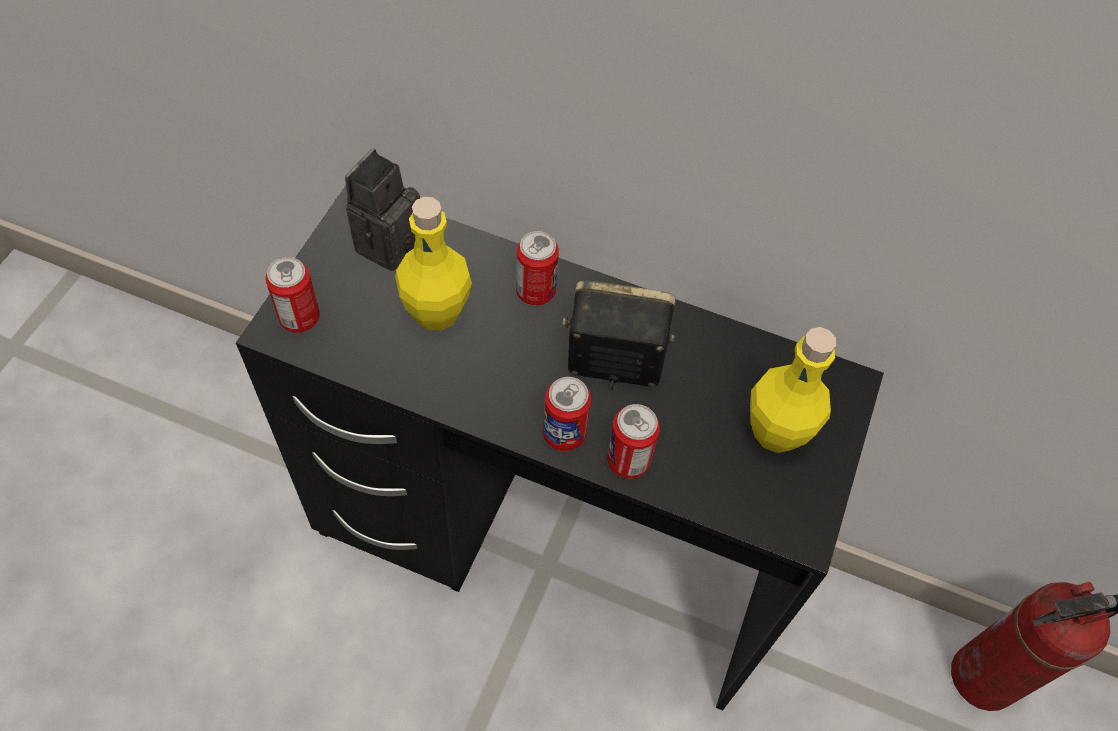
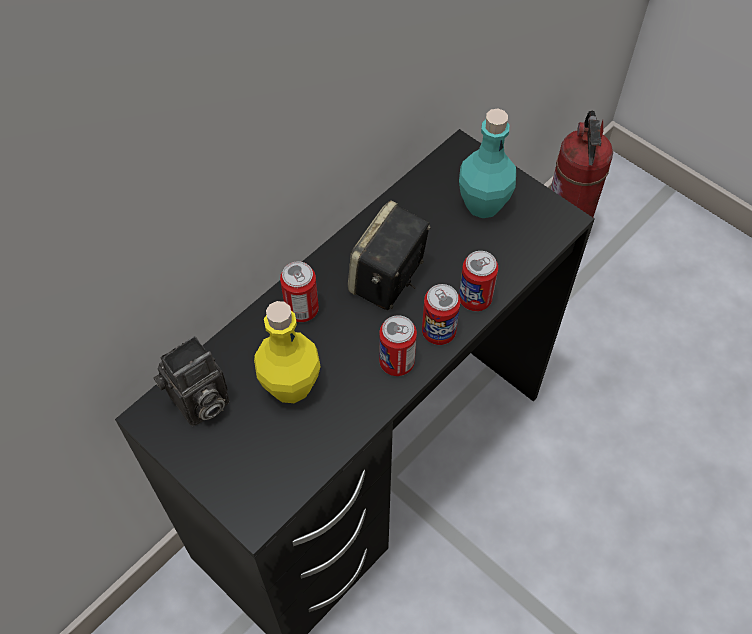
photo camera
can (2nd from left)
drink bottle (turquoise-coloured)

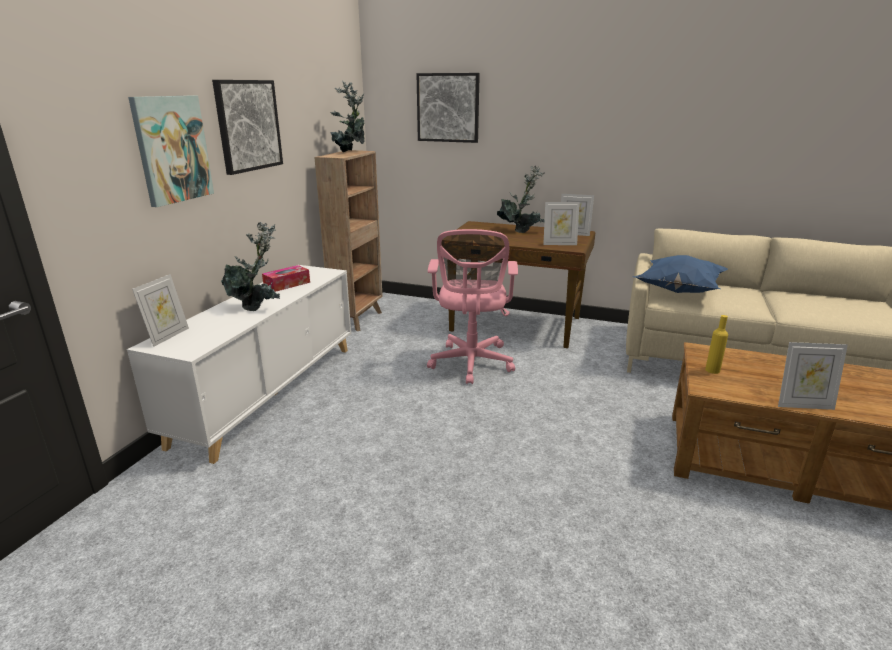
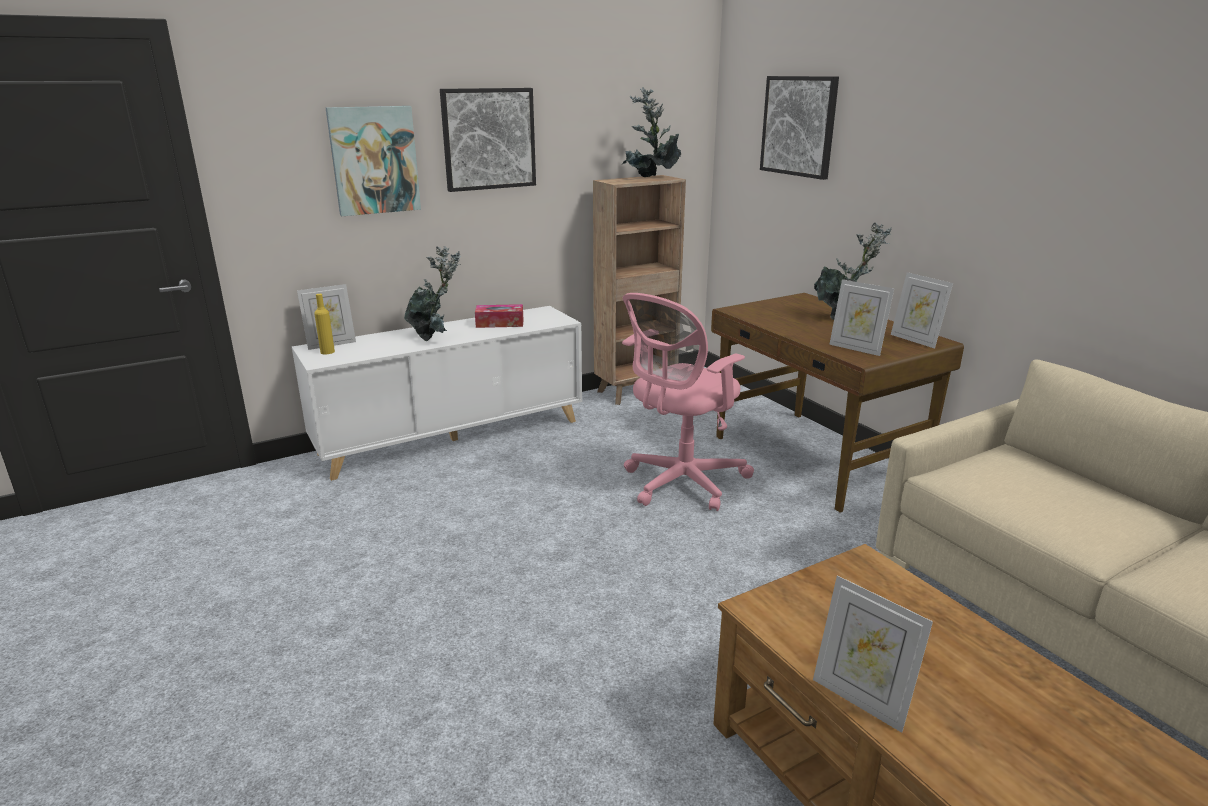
pillow (bluish)
drink bottle (yellowish)

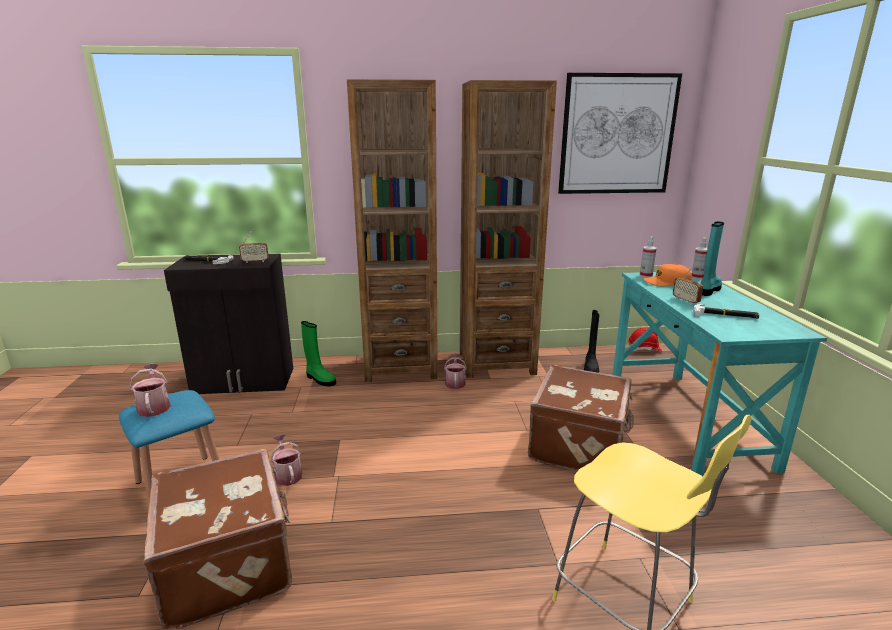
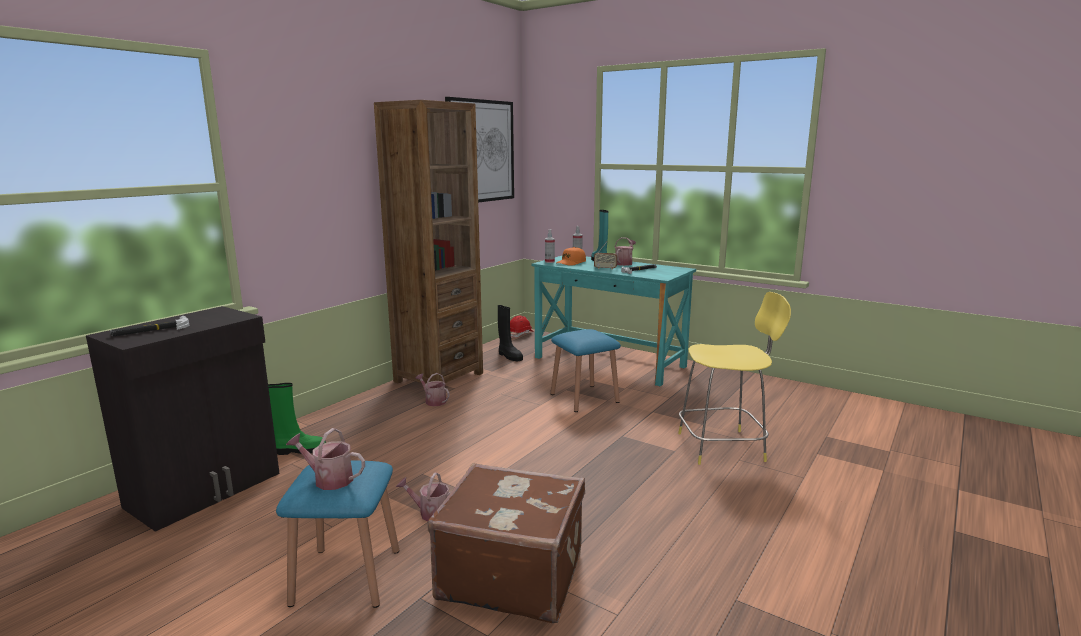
shelving unit (brown) (1st from left in the first image)
radio receiver (1st from left in the first image)
sitting stool (bluish) (2nd from left)
sprinkling can (4th from left)

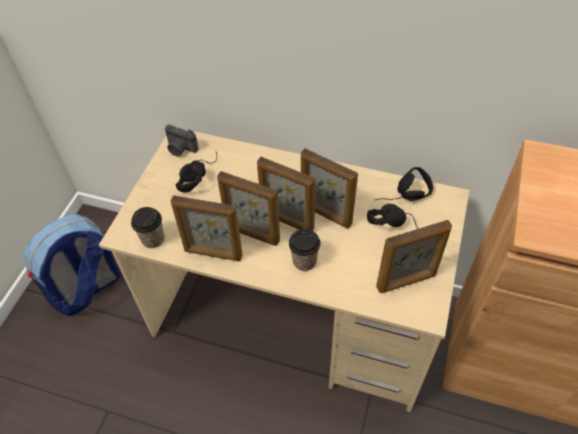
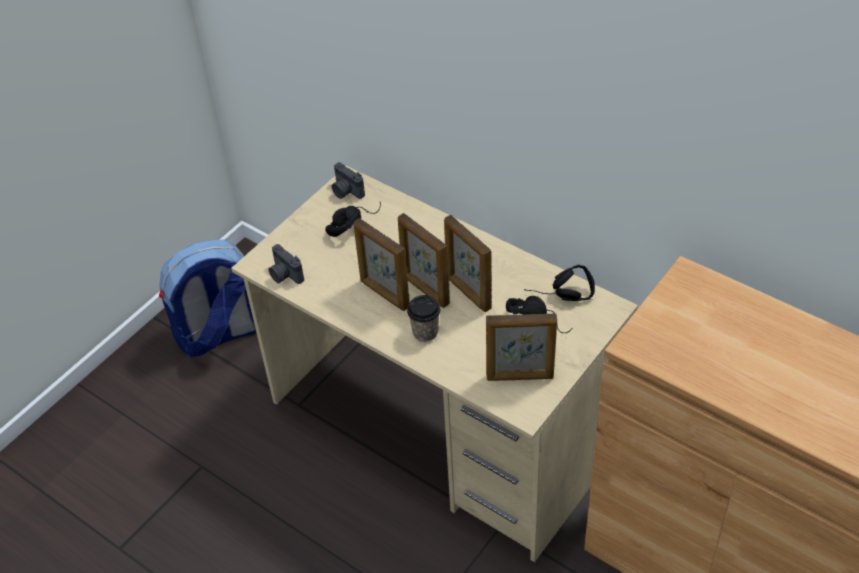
picture frame (1st from left in the first image)
photo camera (1st from left)

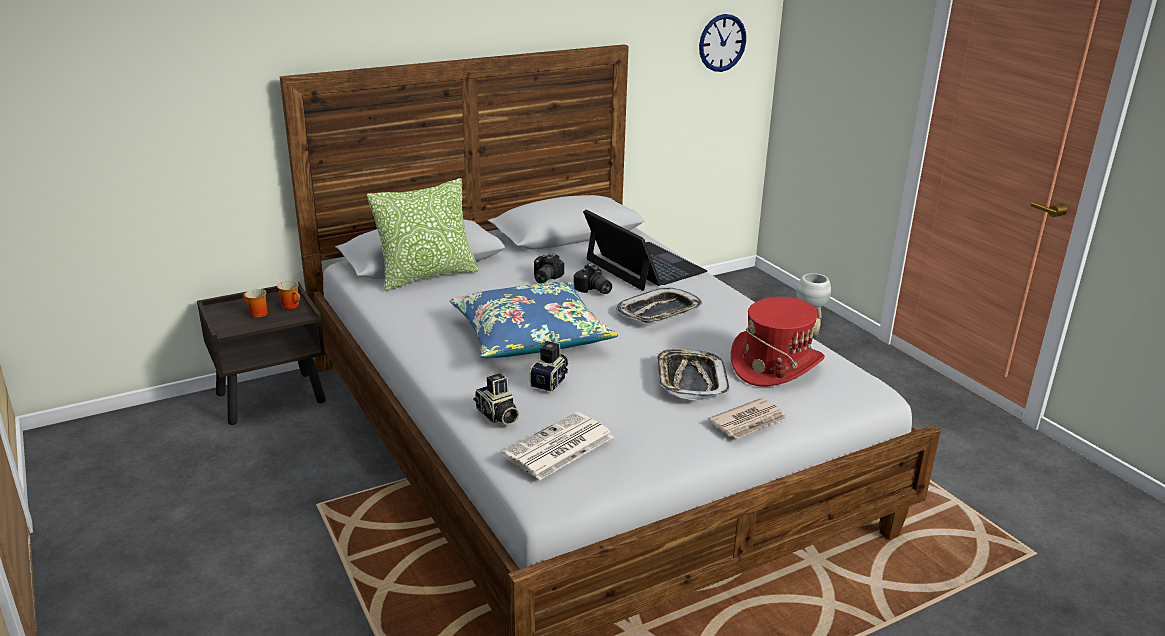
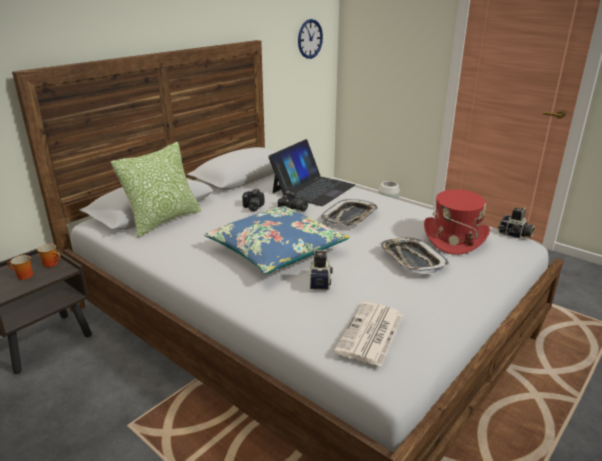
laptop
photo camera (4th from left)
printed paper (2nd from left in the first image)

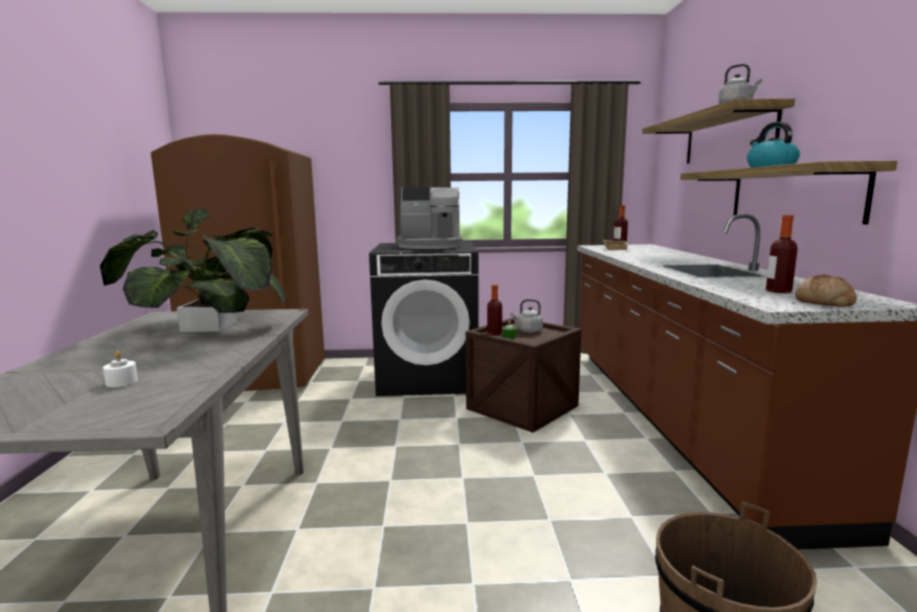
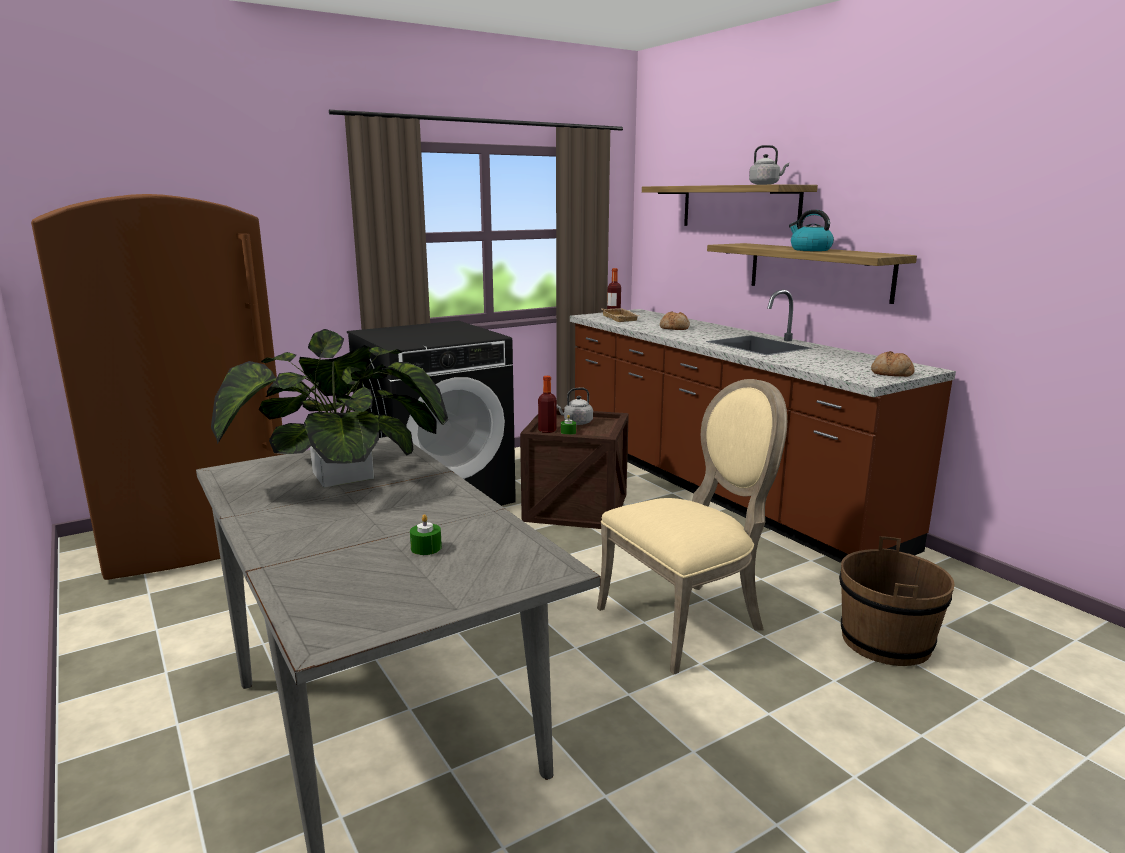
coffee maker
drink bottle (3rd from left in the first image)
candle (green) (1st from left)
bakery bread (1st from left)
plain chair (beige)

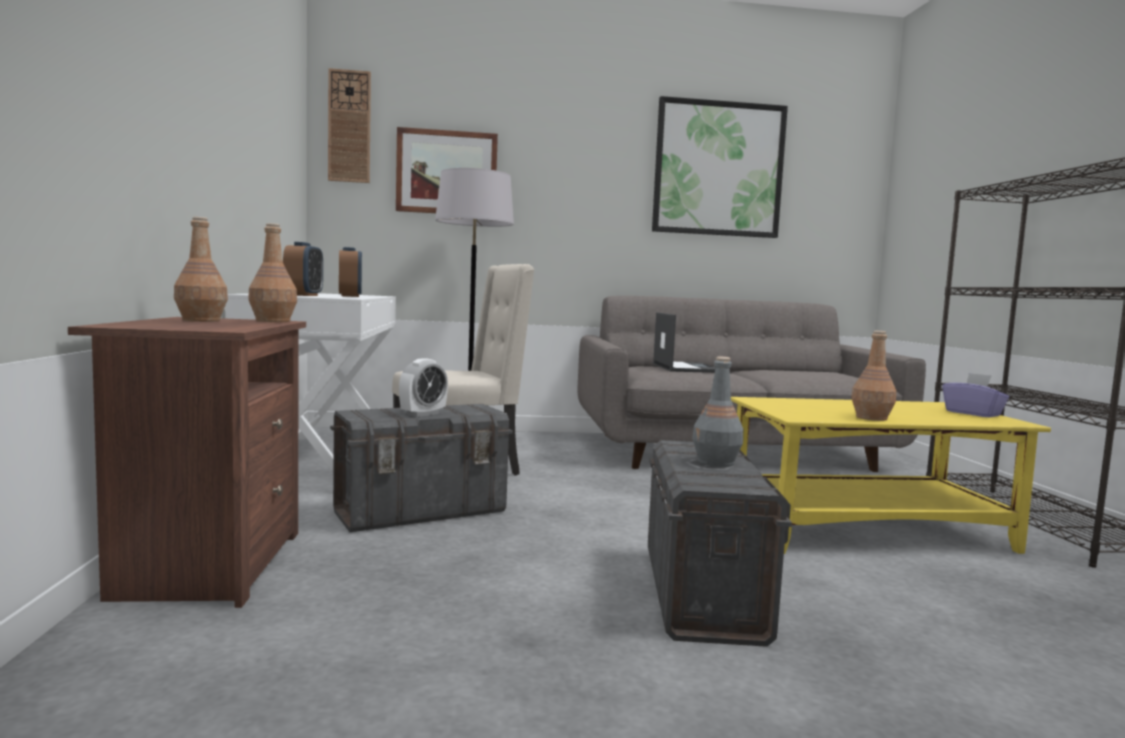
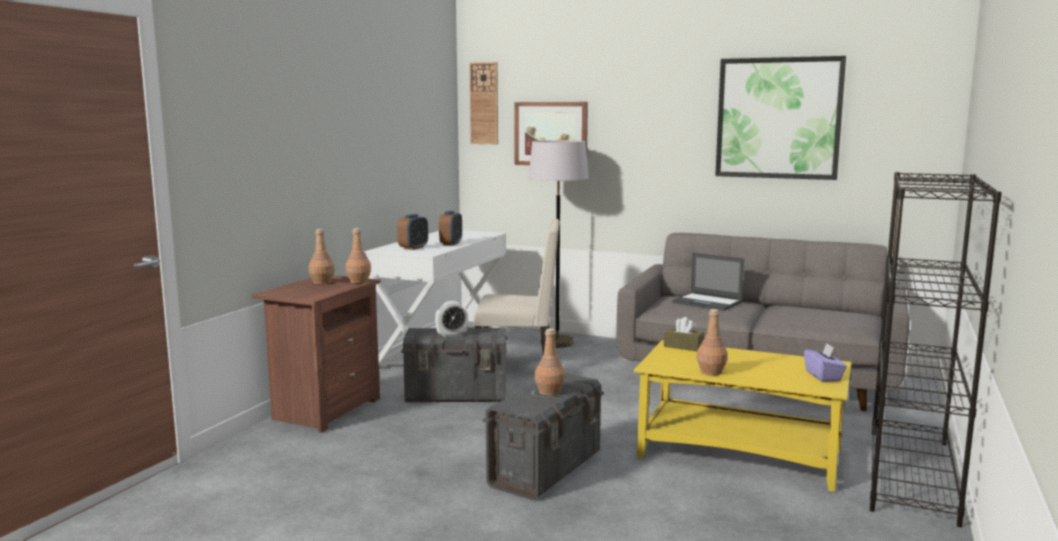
laptop
drink bottle (brown) (3rd from left)
tissue box (brown)

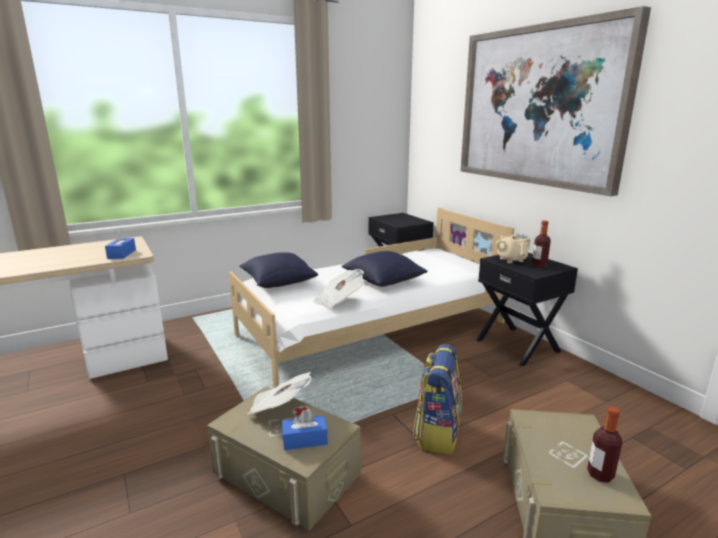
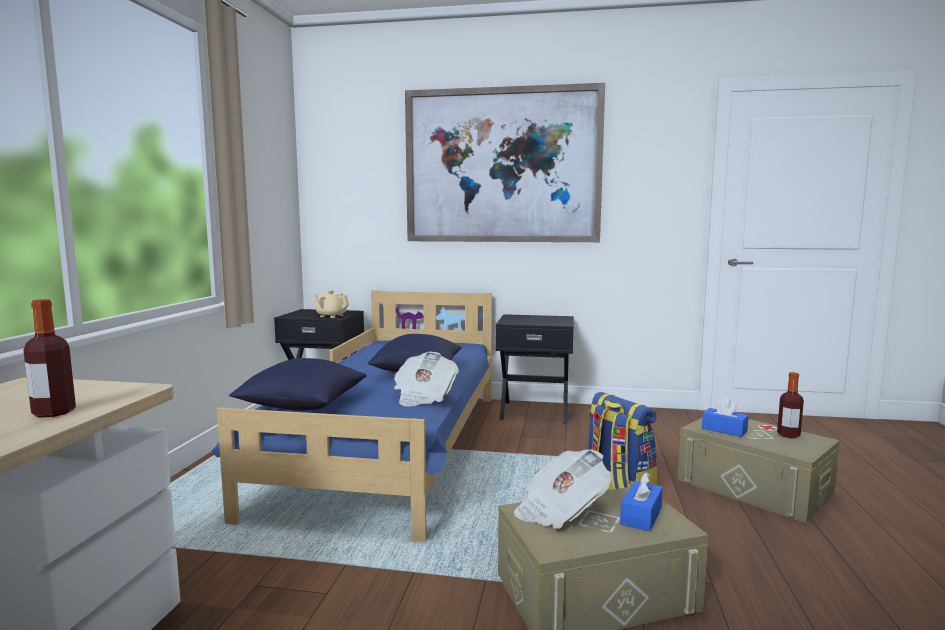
bedroom bed (bluish)
drink bottle (1st from left)
tissue box (bluish) (2nd from left)
pot for tea (beige)

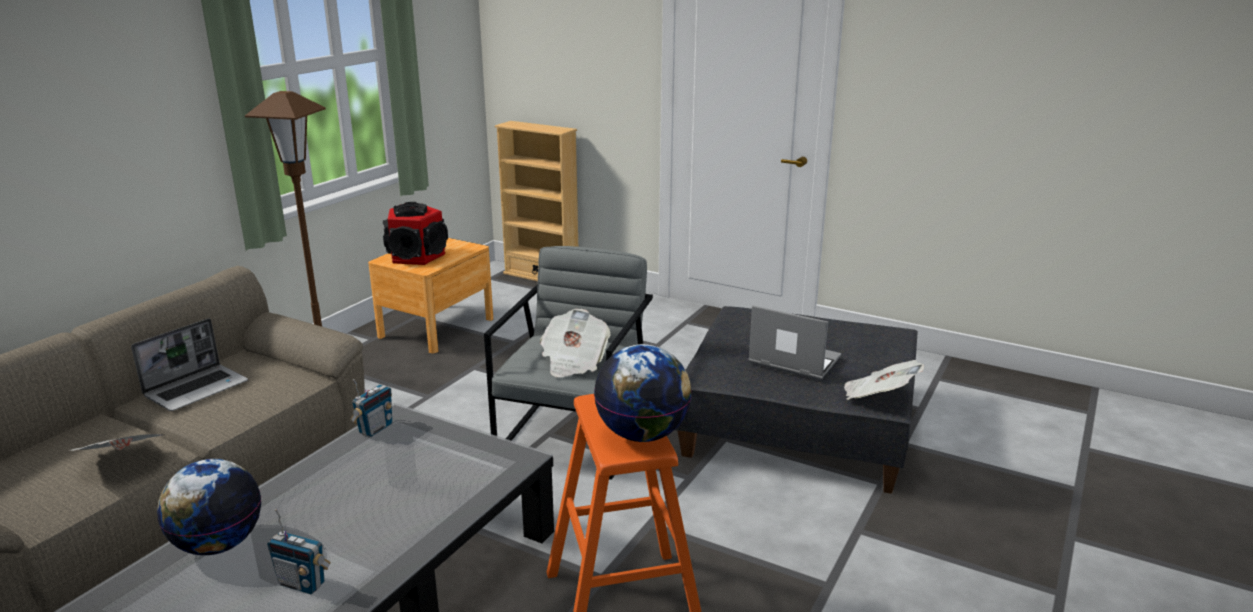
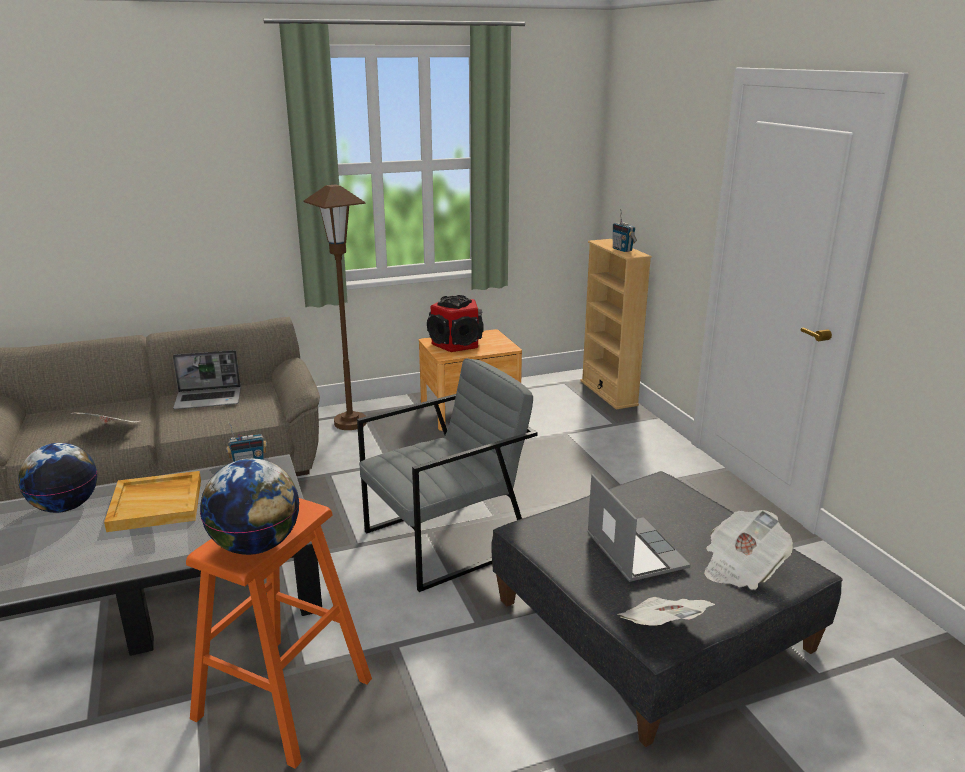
printed paper (3rd from left)
radio receiver (2nd from left)
tray (beige)

